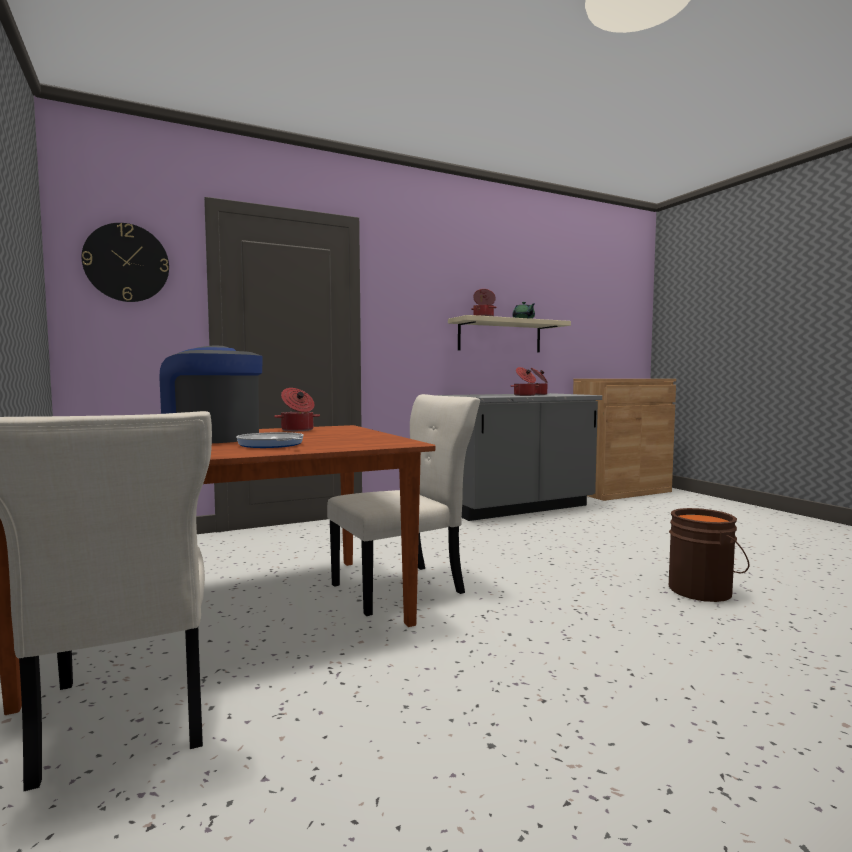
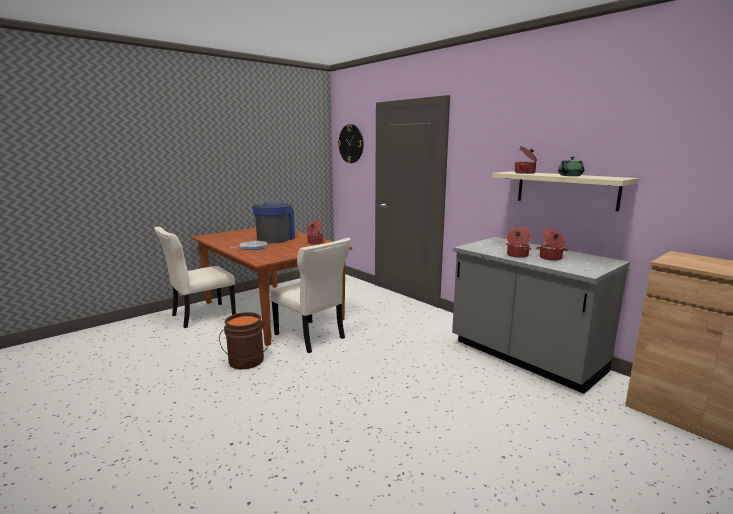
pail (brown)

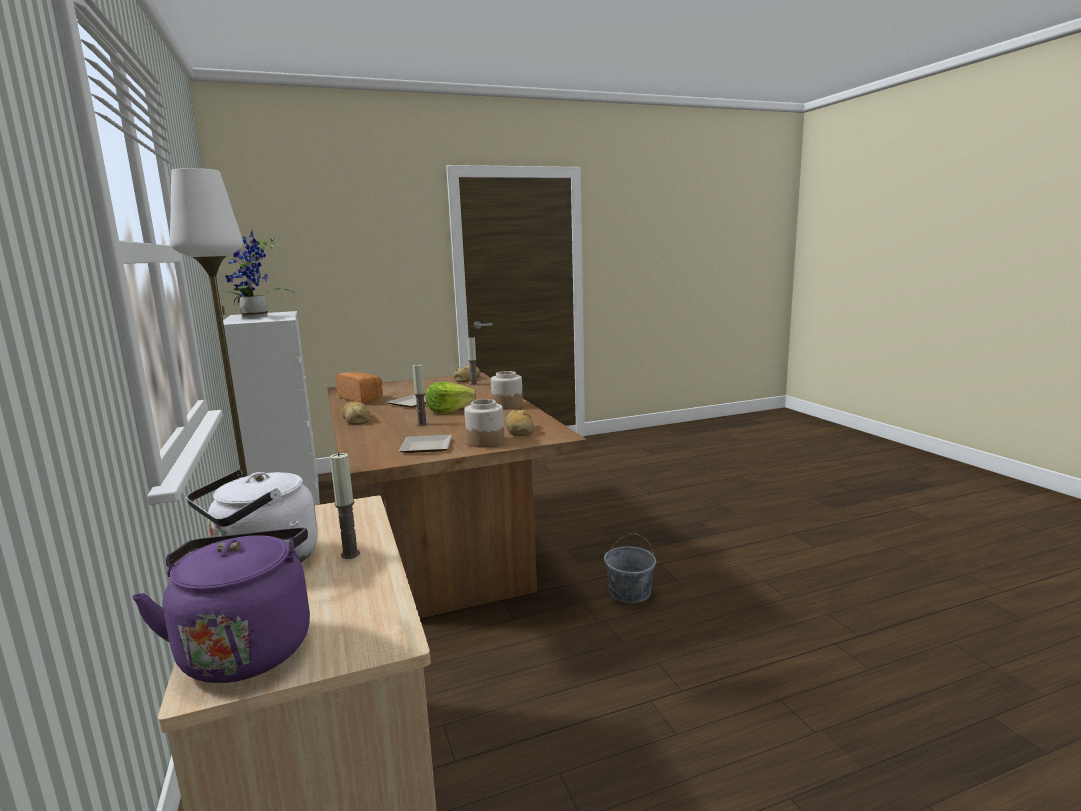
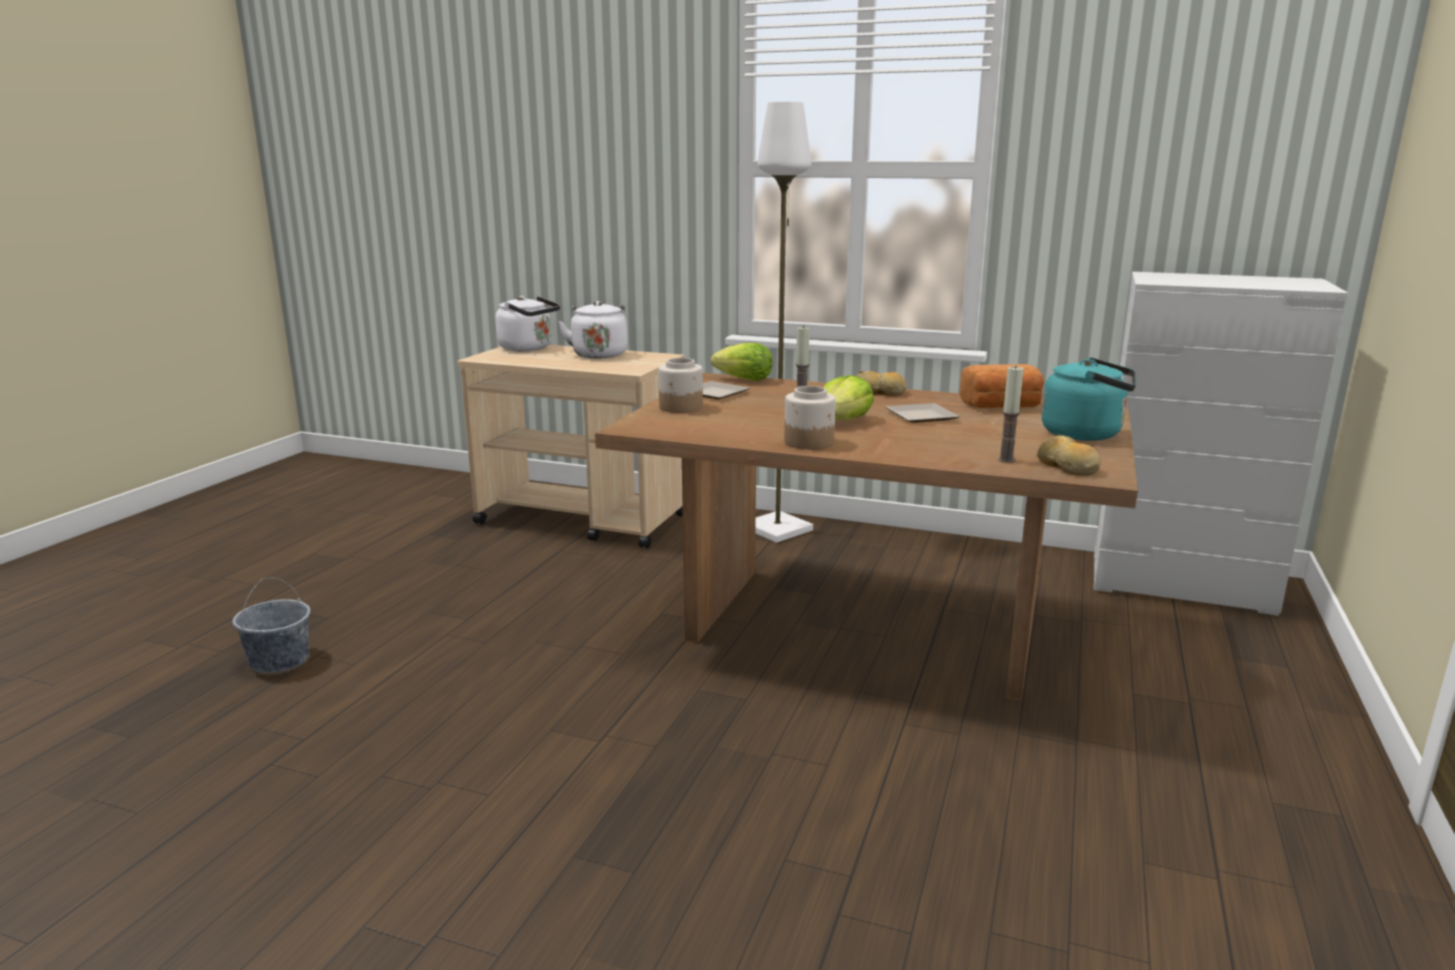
potted plant
bakery bread (4th from left in the first image)
candle (1st from left in the first image)
water kettle (whitish) (1st from left)
pail (grey)
head of lettuce (1st from left)
water kettle (turquoise-coloured)

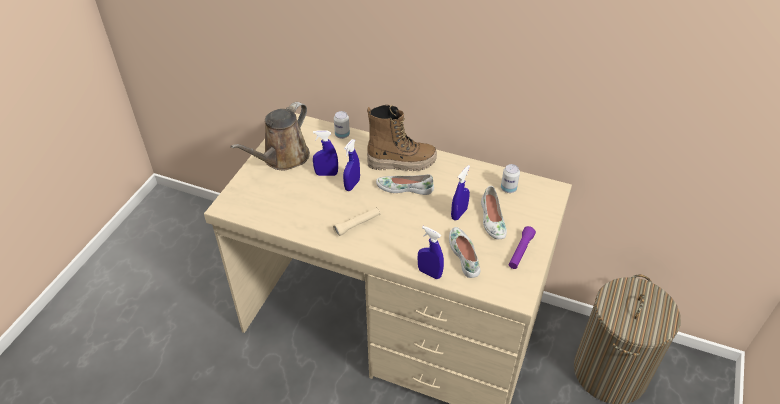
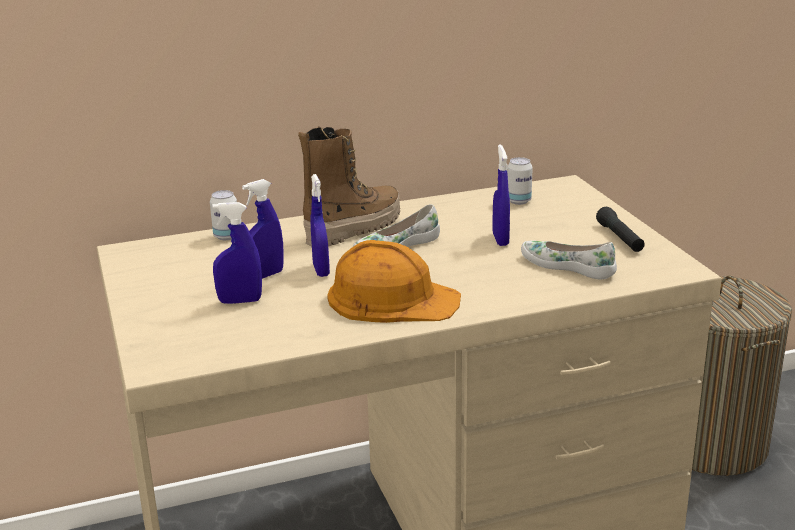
sprinkling can (brown)
item of footwear (whitish) (3rd from left in the first image)
work helmet (orange-coloured)
spray bottle (bluish) (1st from left)
hand torch (blackish)

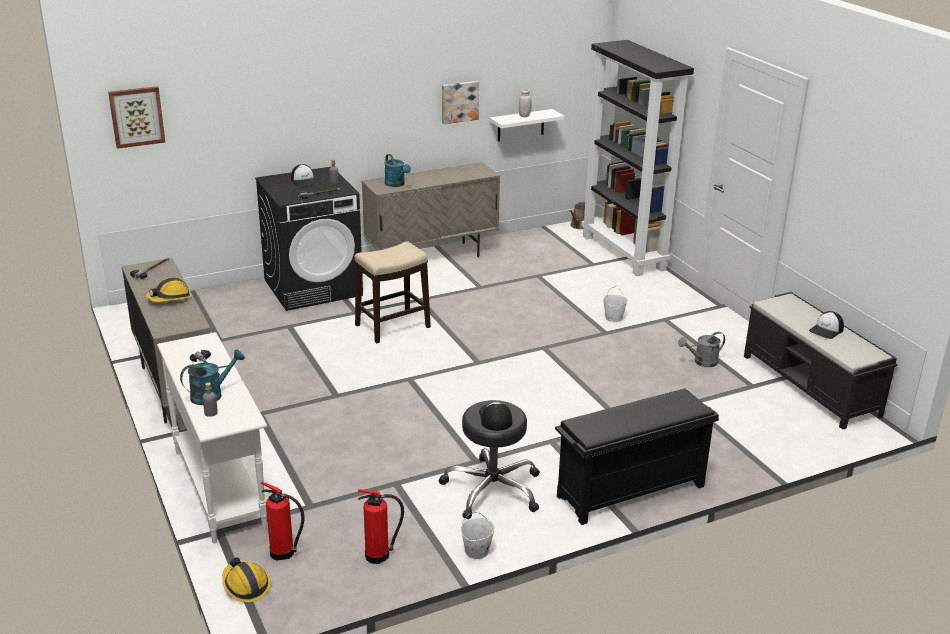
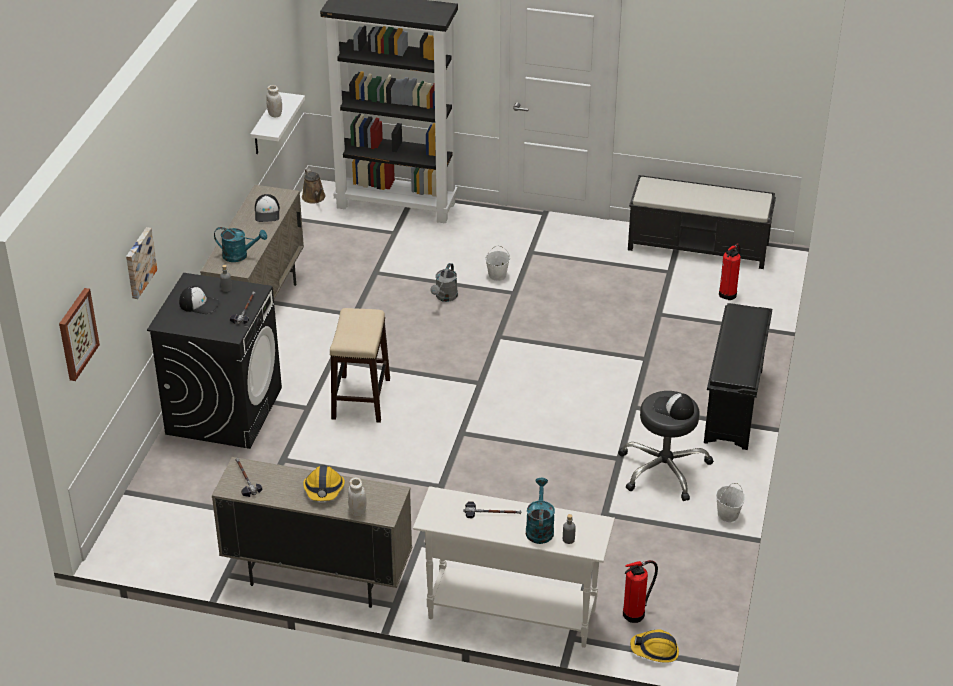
wall picture (2nd from left)
baseball cap (2nd from left)
sprinkling can (grey)
extinguisher (2nd from left)
preserve jar (whitish) (2nd from left)

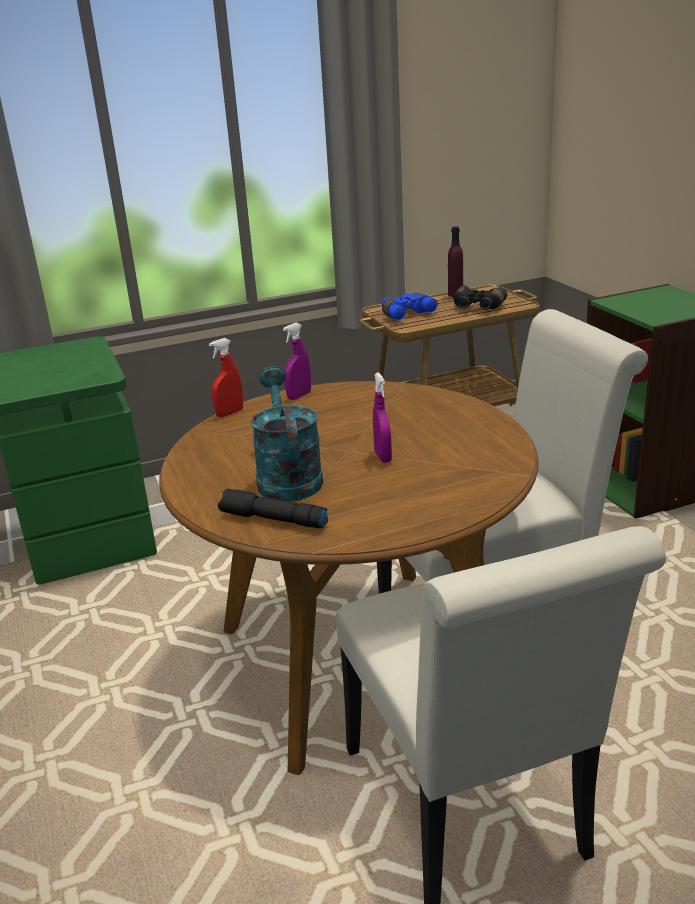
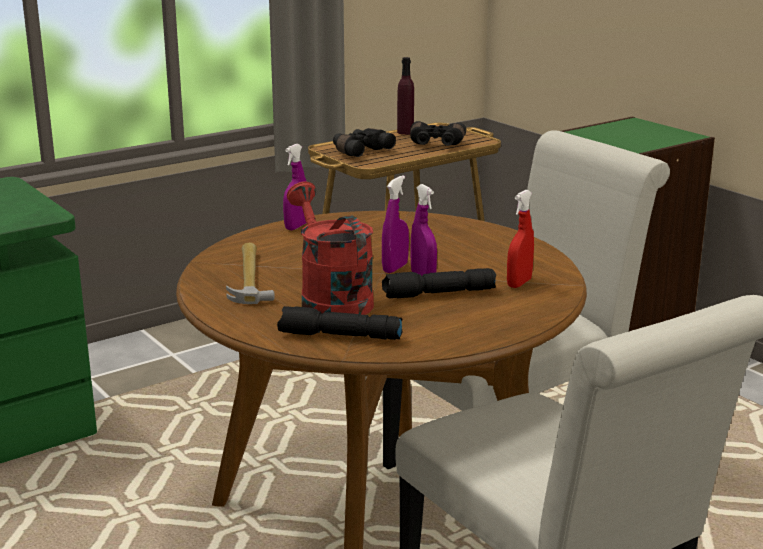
field glasses (blackish) (1st from left)
spray bottle (reddish)
sprinkling can (reddish)
spray bottle (purple-coloured) (2nd from left)
tool hammer
hand torch (blackish) (2nd from left)

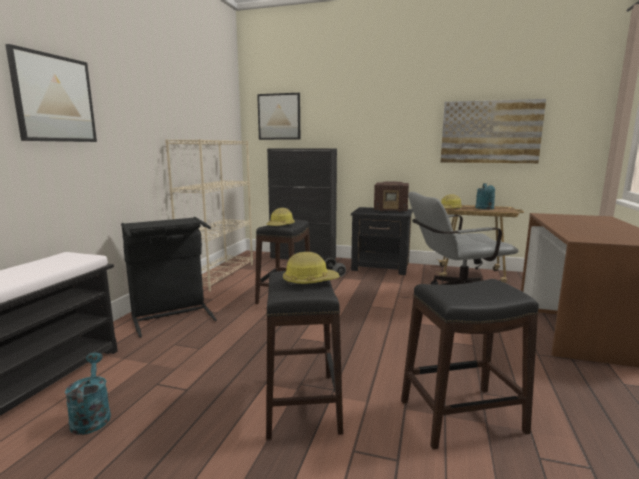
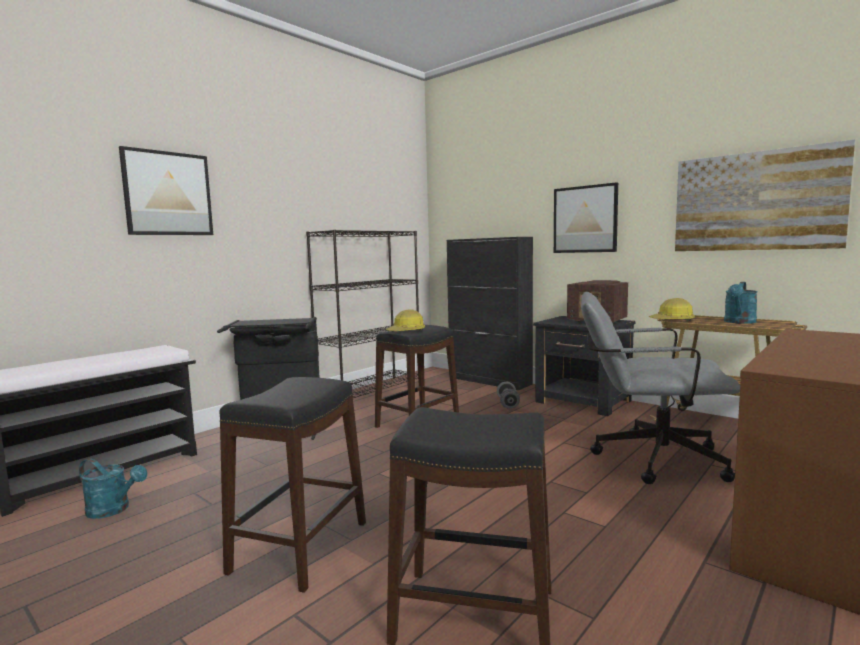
wall picture (2nd from left)
shelving unit (blackish)
work helmet (2nd from left in the first image)
sprinkling can (turquoise-coloured) (1st from left)

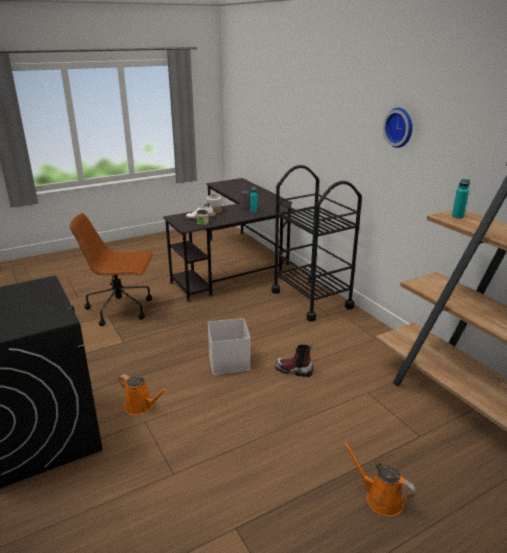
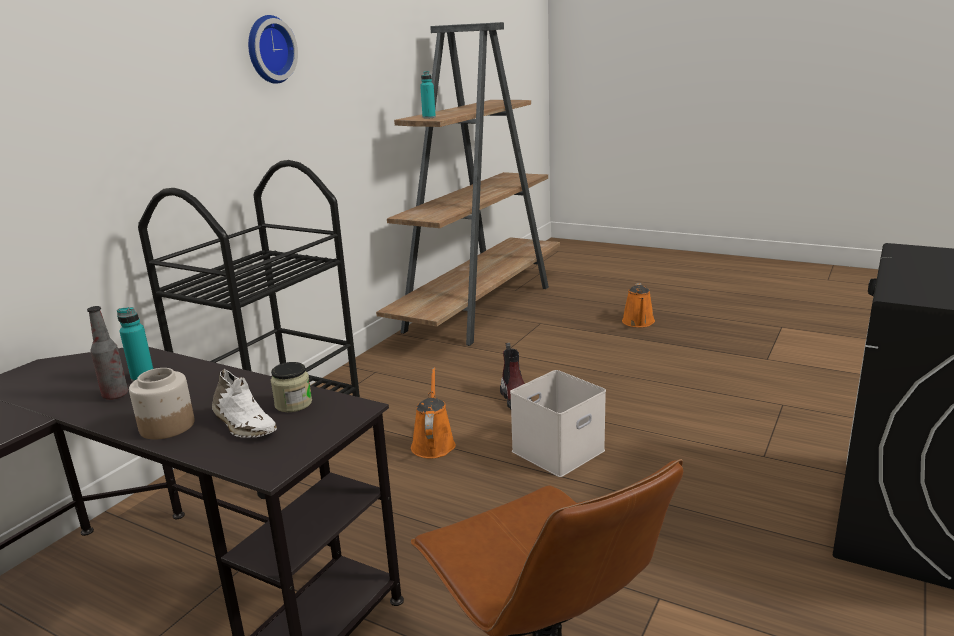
sprinkling can (orange-coloured) (1st from left)

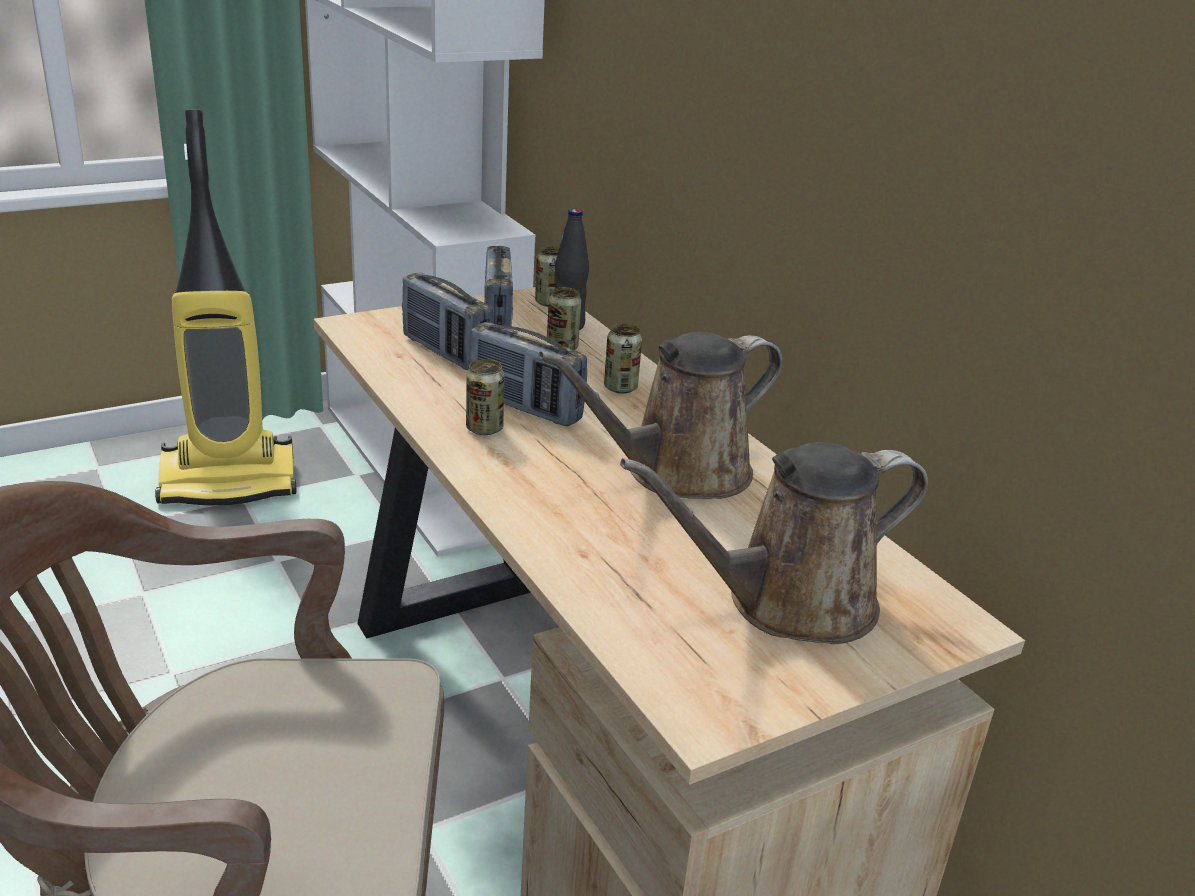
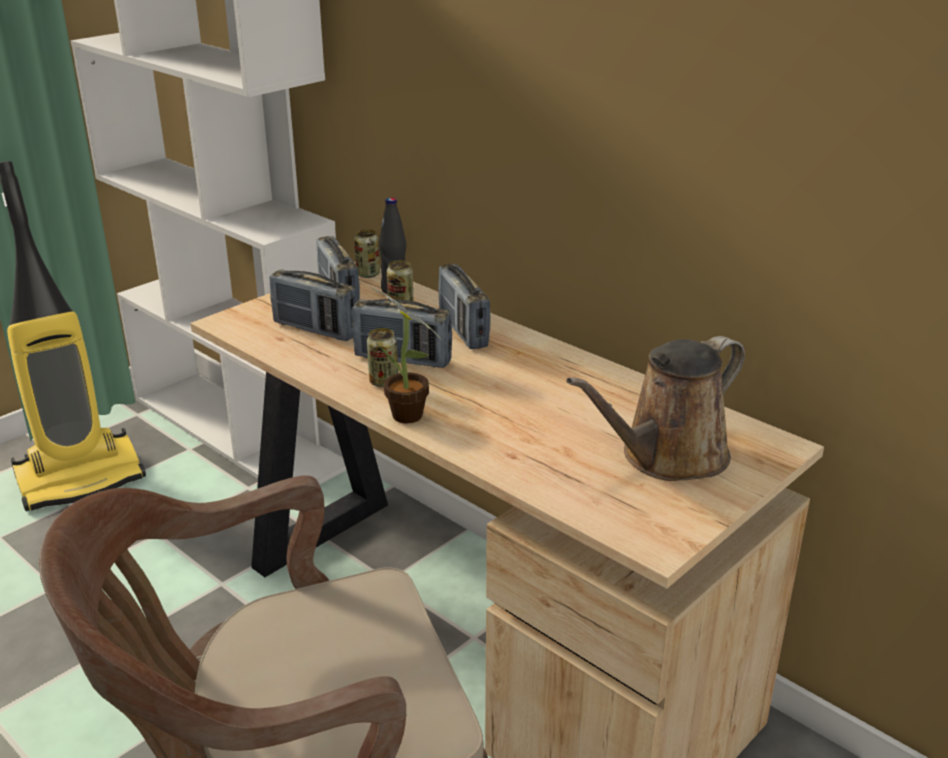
radio receiver (4th from left)
sprinkling can (brown) (1st from left in the first image)
potted plant

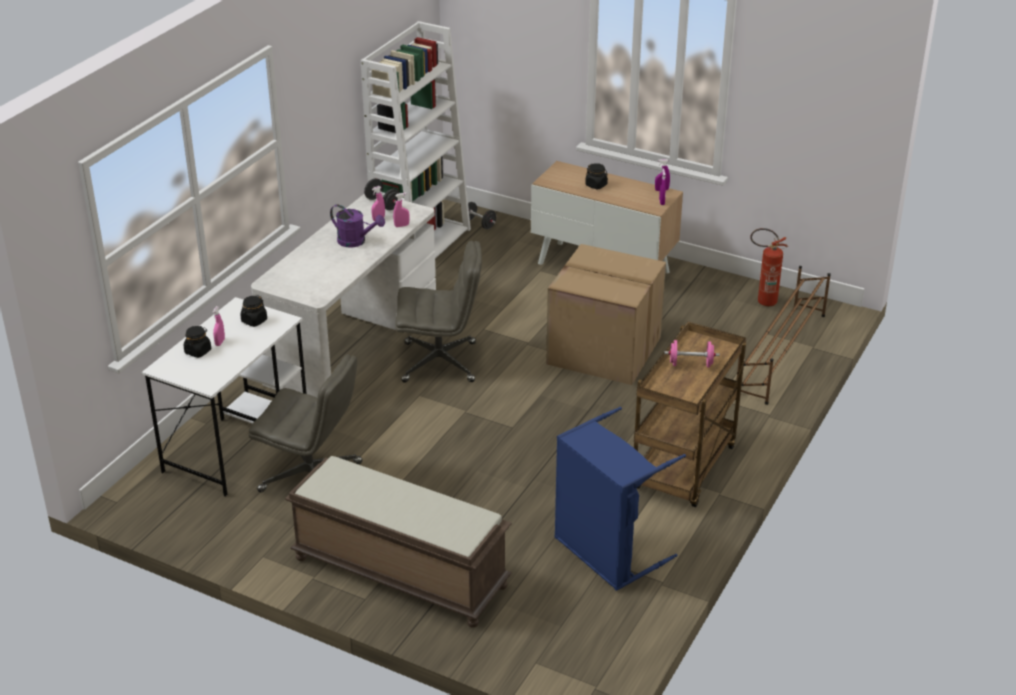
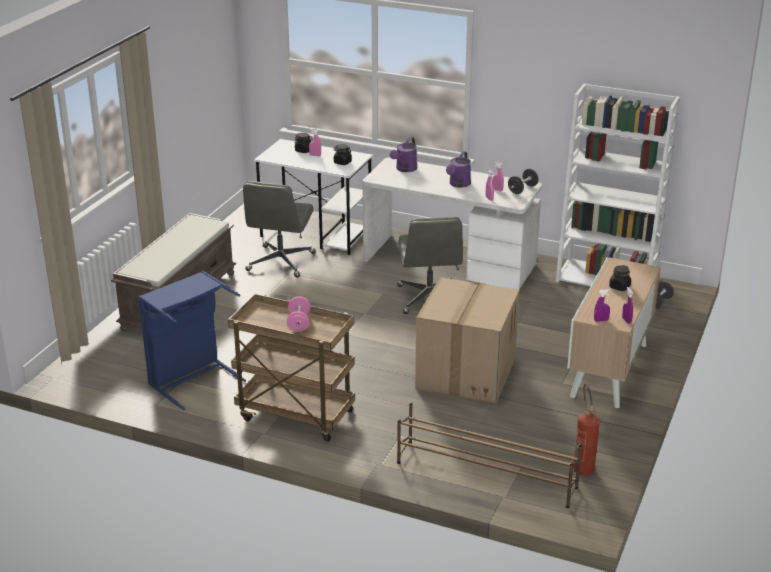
sprinkling can (purple-coloured) (1st from left)

